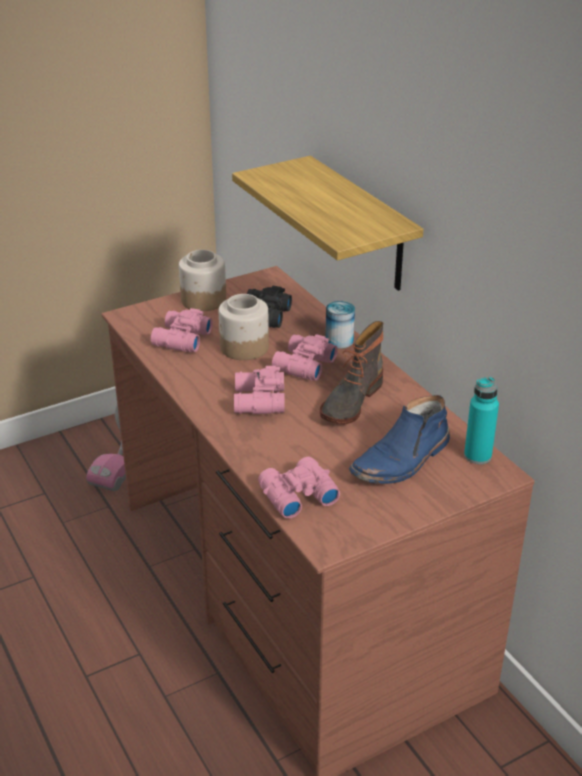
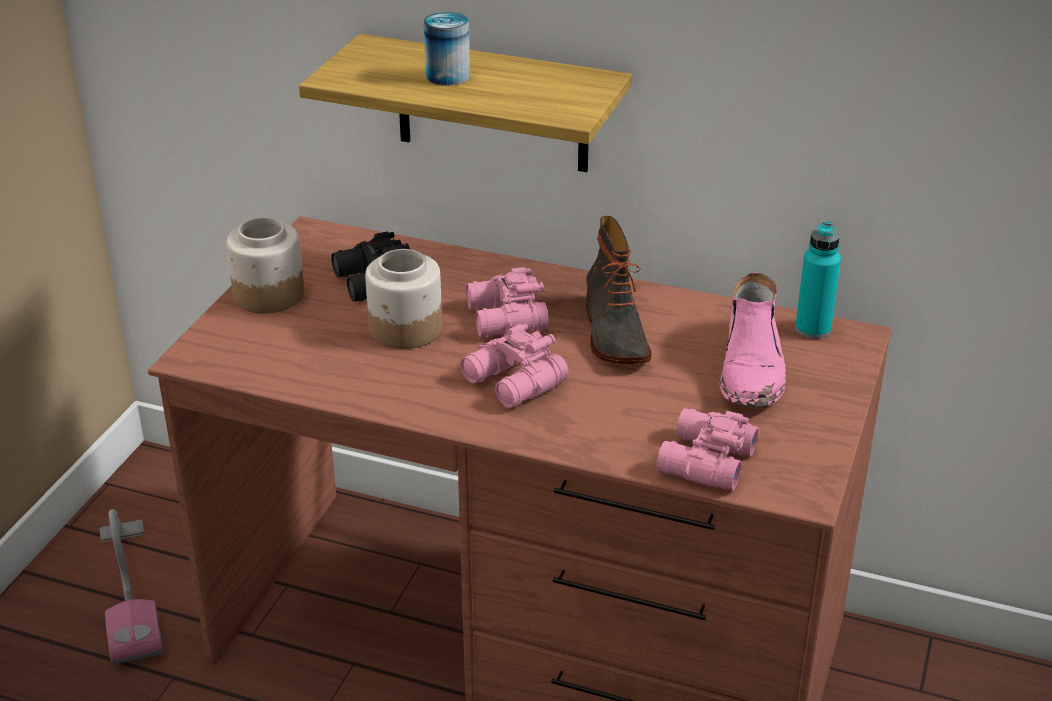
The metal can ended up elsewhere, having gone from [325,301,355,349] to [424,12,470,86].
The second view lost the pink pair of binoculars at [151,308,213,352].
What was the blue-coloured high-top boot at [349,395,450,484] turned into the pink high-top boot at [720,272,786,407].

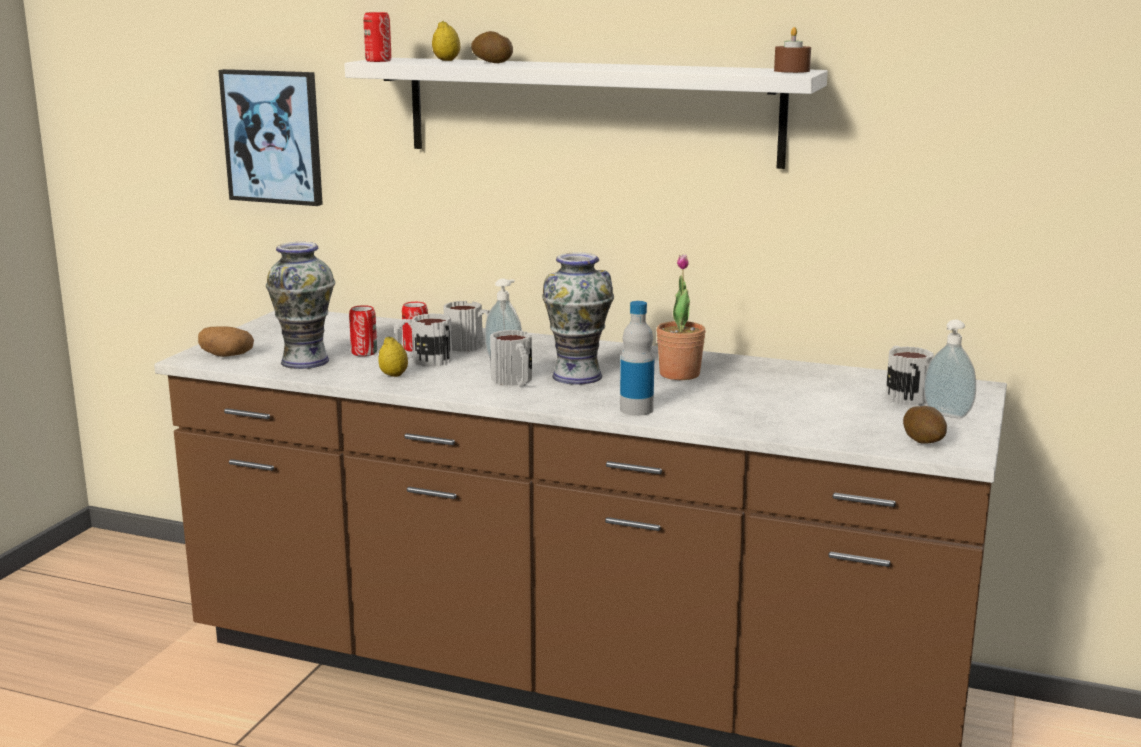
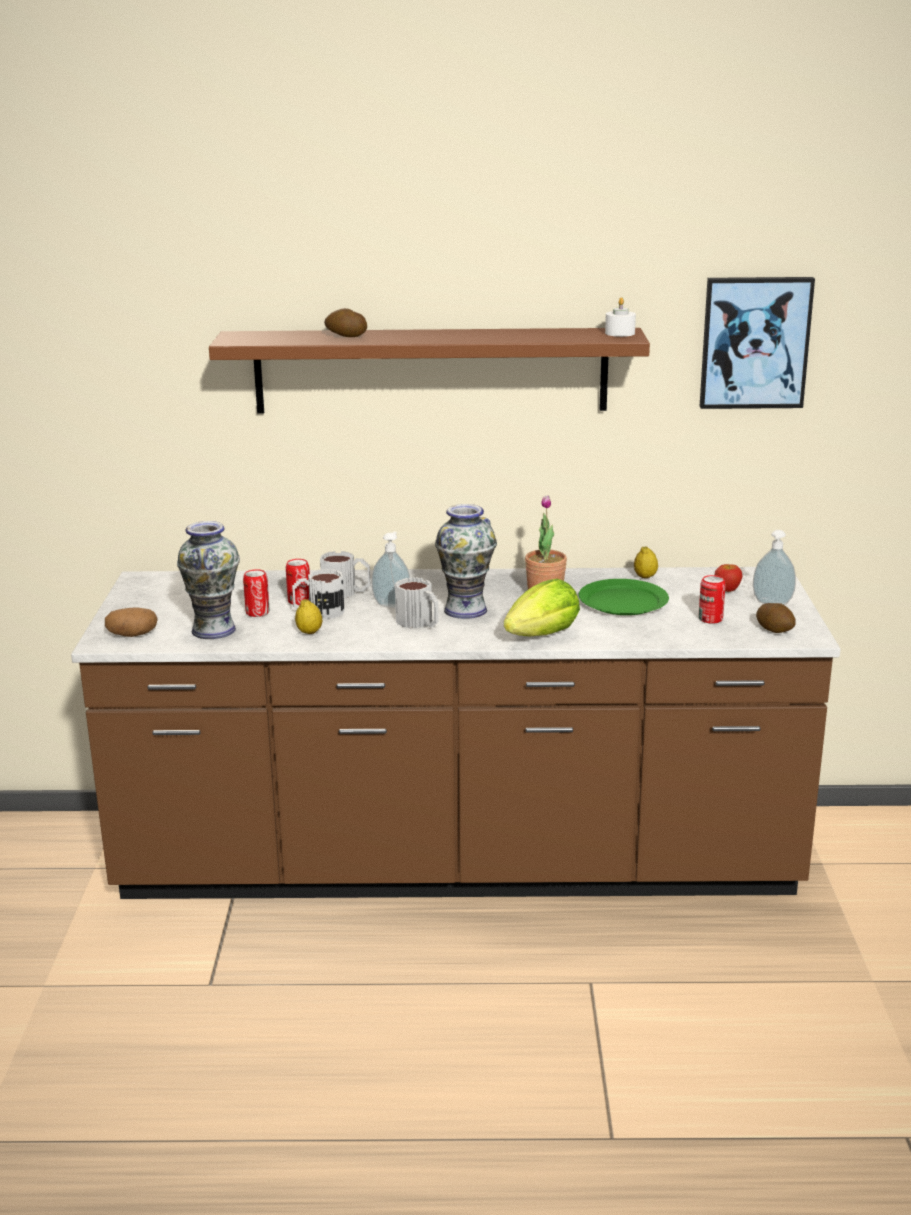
The metal can ended up elsewhere, having gone from [363,12,391,62] to [699,575,726,624].
The lemon ended up elsewhere, having gone from [432,21,460,61] to [634,546,658,578].
What was the brown wax candle at [774,27,811,73] turned into the white-coloured wax candle at [605,297,636,337].
What was the white-coloured bracket shelf at [344,58,828,169] turned into the brown bracket shelf at [209,328,650,414].
The picture ended up elsewhere, having gone from [218,69,323,206] to [700,277,815,409].
Where the beverage bottle stood at [620,301,654,416], the lettuce head came to stand at [504,579,580,637].
Where the tea mug stood at [885,346,934,405], the apple fruit came to stand at [715,564,742,592].
The second view gained the green dinner plate at [578,579,669,615].

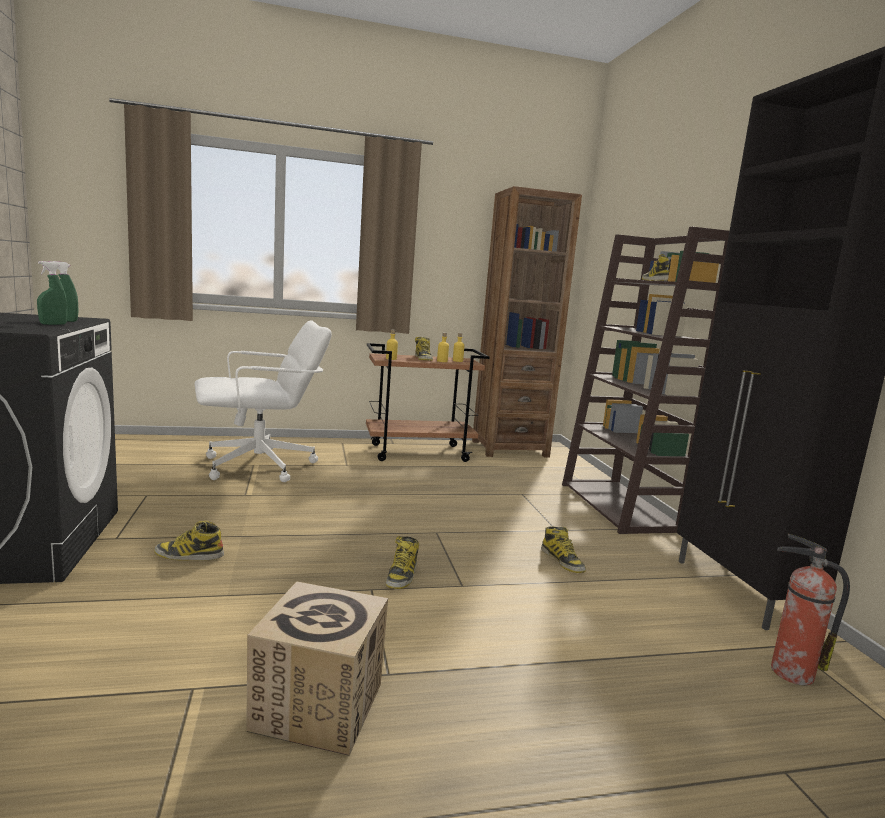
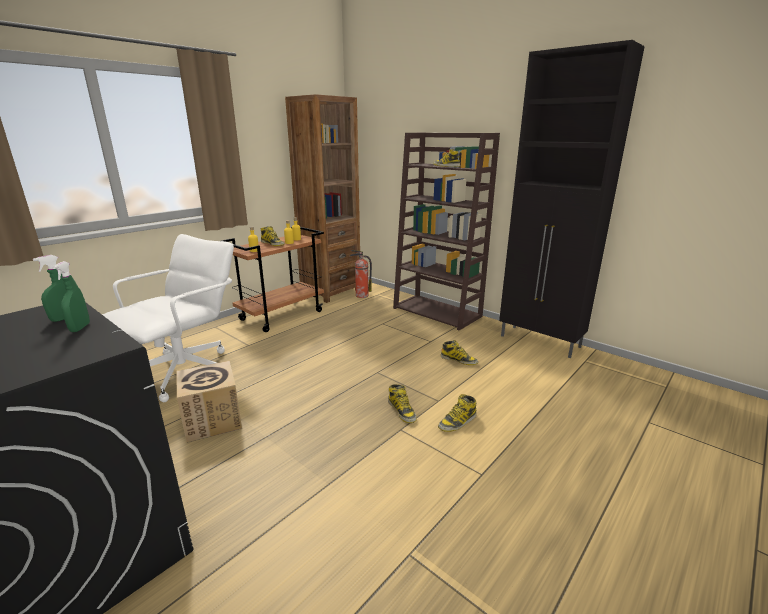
The high-top boot ended up elsewhere, having gone from [154,521,224,560] to [438,394,477,432].
The fire extinguisher ended up elsewhere, having gone from [771,534,850,685] to [349,250,372,298].
The packing box ended up elsewhere, having gone from [246,581,388,756] to [176,361,242,443].

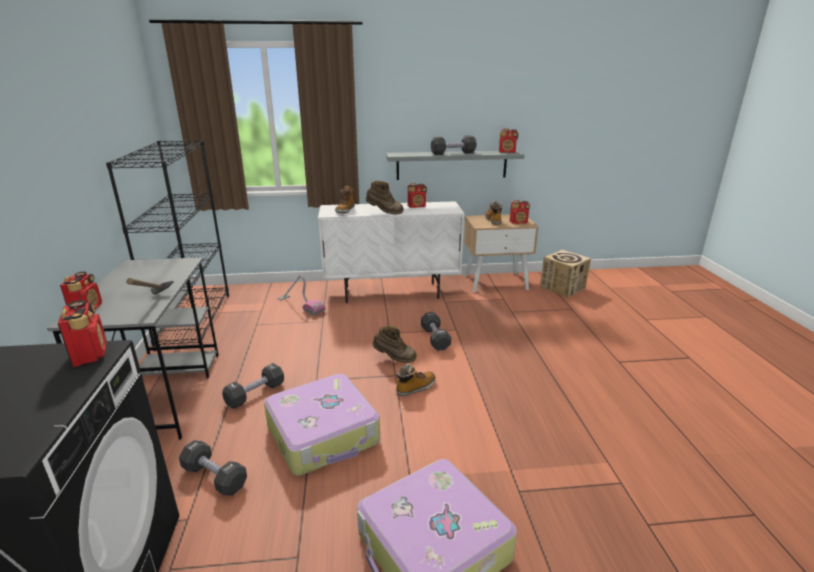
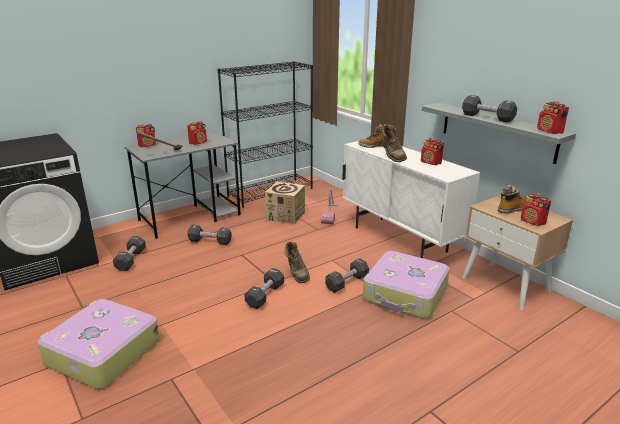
The packing box ended up elsewhere, having gone from [540,250,591,297] to [265,182,305,225].
The radio set ended up elsewhere, having gone from [58,300,107,367] to [187,121,207,145].
Where the high-top boot stood at [396,363,436,396], the black dumbbell came to stand at [244,268,284,309].
The piece of luggage ended up elsewhere, having gone from [264,374,380,476] to [363,251,450,319].

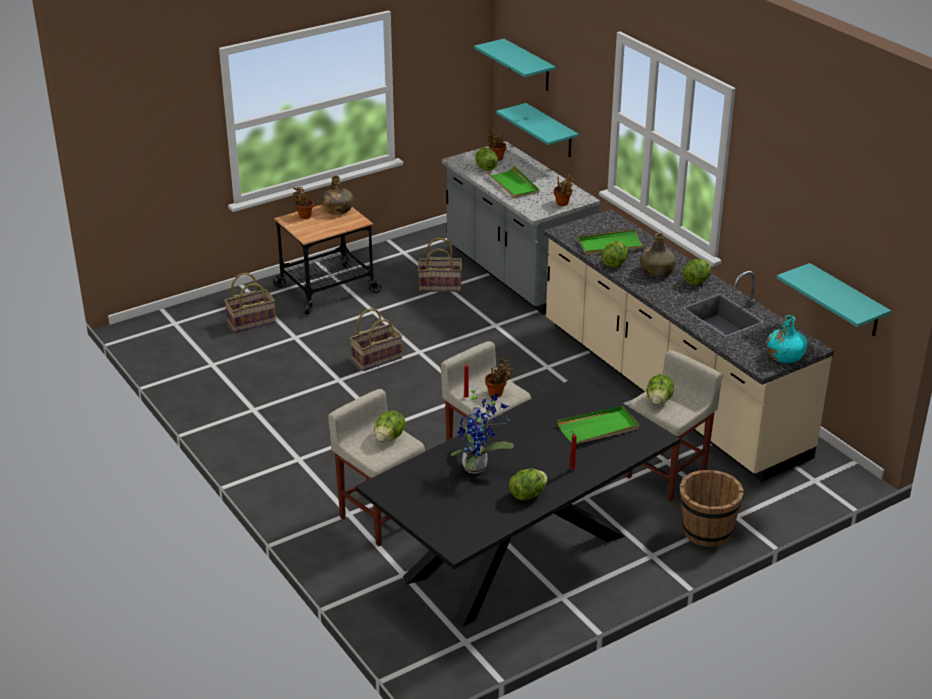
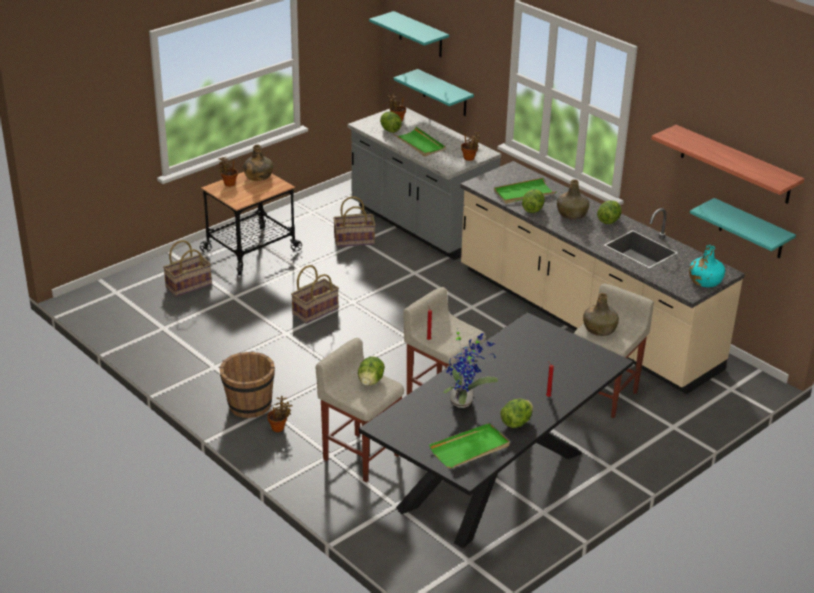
The houseplant ended up elsewhere, having gone from [485,357,513,397] to [267,396,293,432].
Where the lettuce head stood at [647,374,674,405], the green beverage bottle came to stand at [583,293,619,336].
The green carrying tray ended up elsewhere, having gone from [557,406,639,444] to [429,423,510,468].
The brown water bucket ended up elsewhere, having gone from [680,470,744,547] to [220,352,275,418].
The second view gained the bracket shelf at [651,125,805,204].

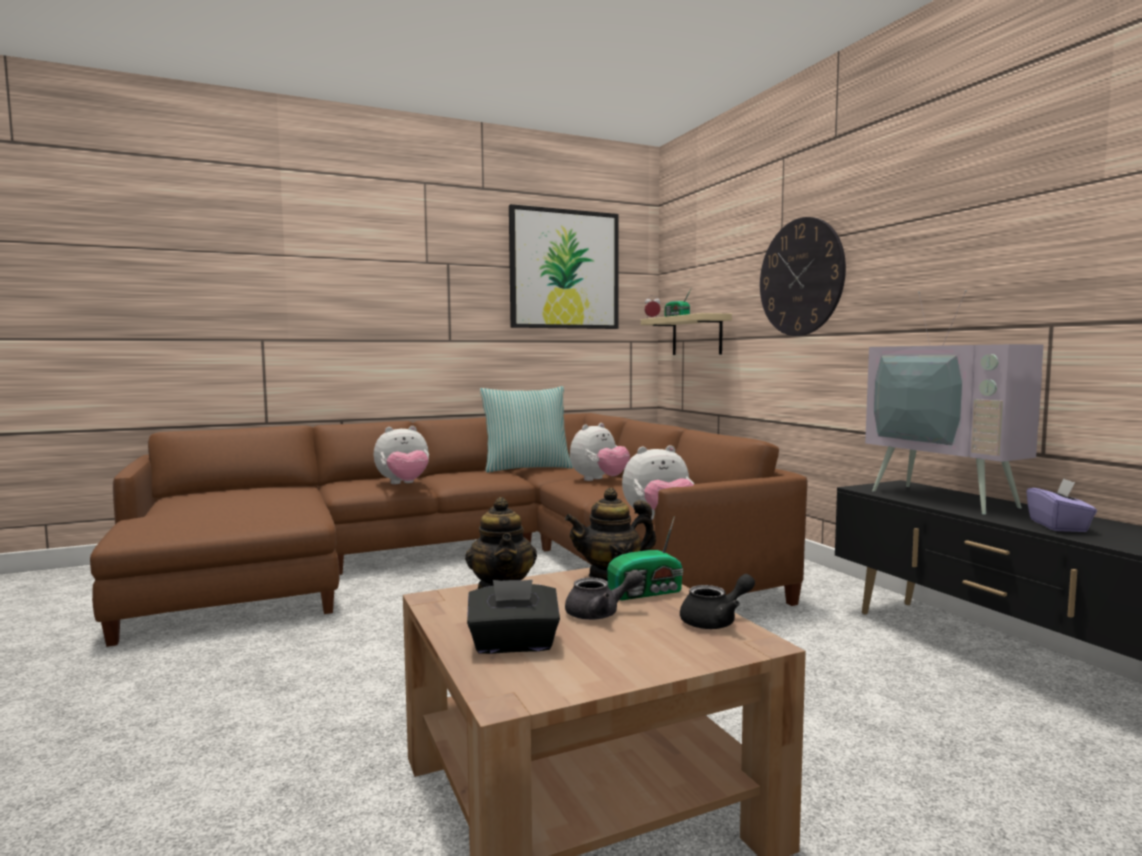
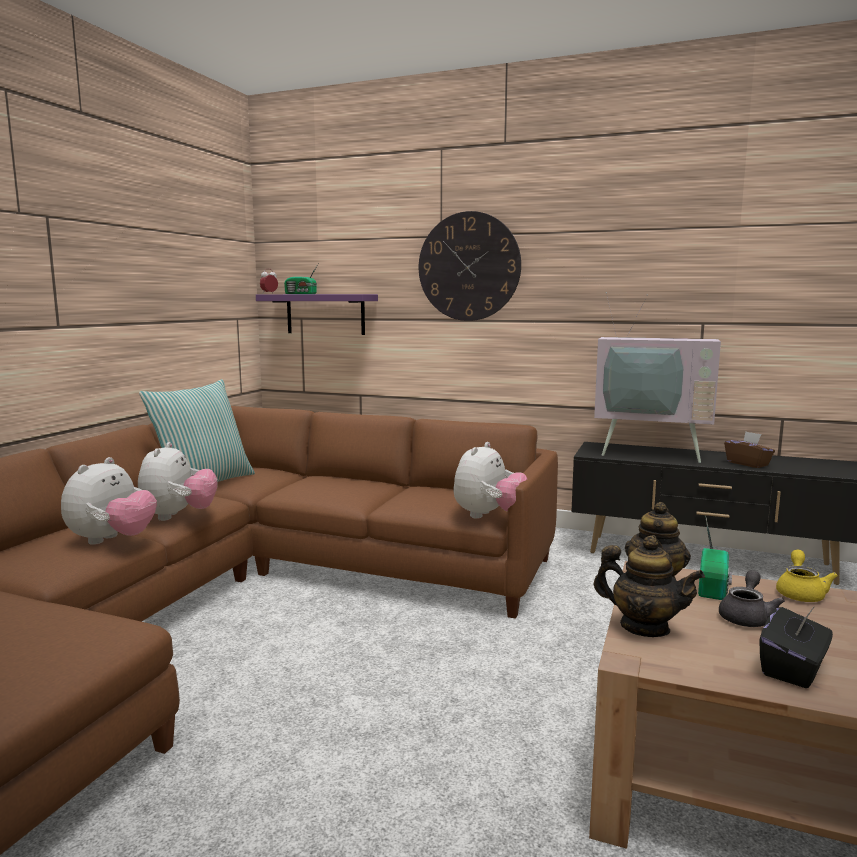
The second view lost the picture at [509,204,619,329].
What was the beige-coloured bracket shelf at [641,313,732,355] turned into the purplish bracket shelf at [256,294,378,335].
The plush toy ended up elsewhere, having gone from [570,423,630,481] to [138,442,218,521].
What was the purplish tissue box at [1026,478,1097,532] turned into the brown tissue box at [724,431,775,468].
What was the black teapot at [680,574,755,629] turned into the yellow teapot at [776,550,838,602].

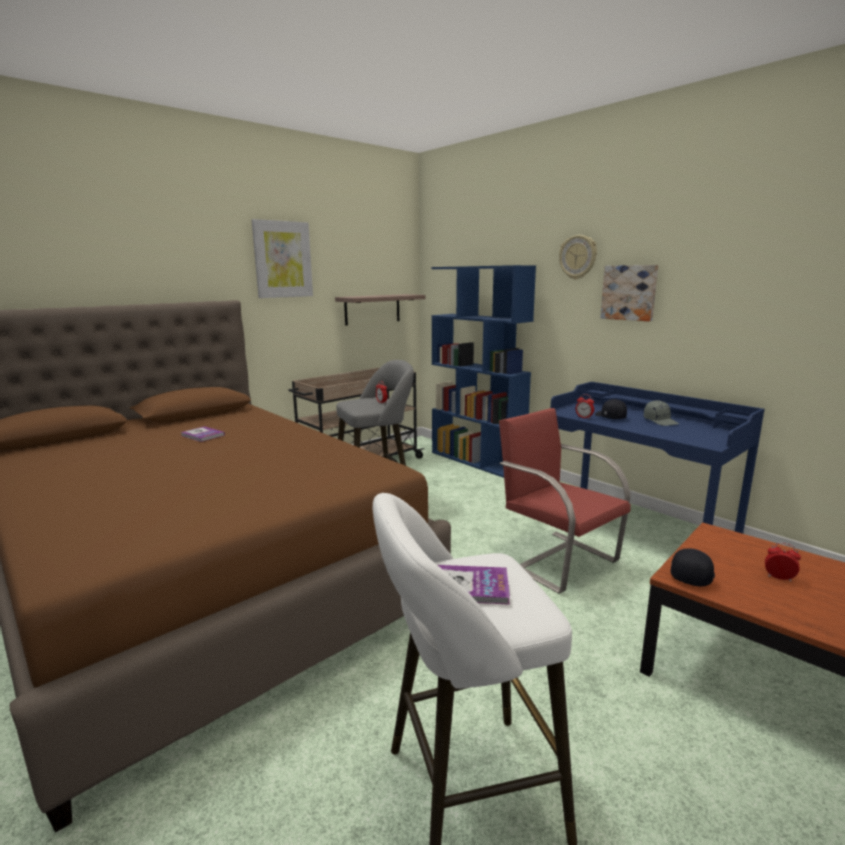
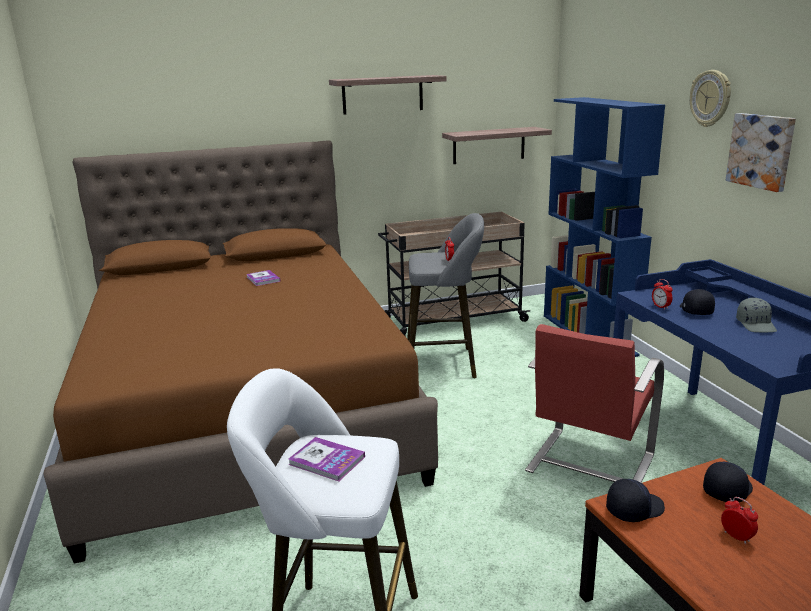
Where the picture hung at [251,219,313,298], the bracket shelf came to hang at [329,75,447,115].
The reddish chair at [499,408,631,594] ended up facing another way, 135 degrees counterclockwise from before.
The second view gained the black peaked cap at [703,462,753,502].

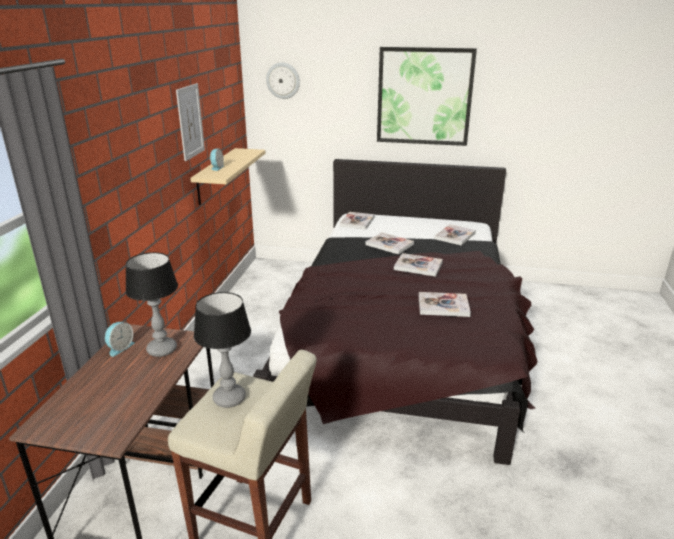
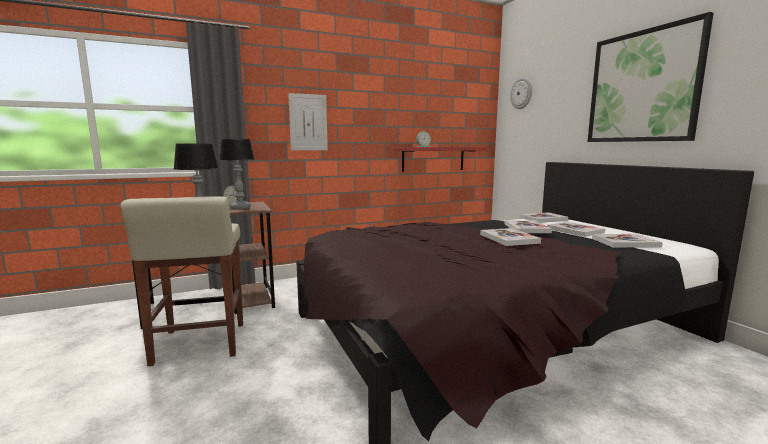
The picture ended up elsewhere, having gone from [176,83,205,161] to [288,93,328,151].
What was the beige-coloured bracket shelf at [190,148,265,205] turned into the reddish bracket shelf at [394,147,487,172].
The bound book ended up elsewhere, having gone from [419,292,471,317] to [547,222,605,237].

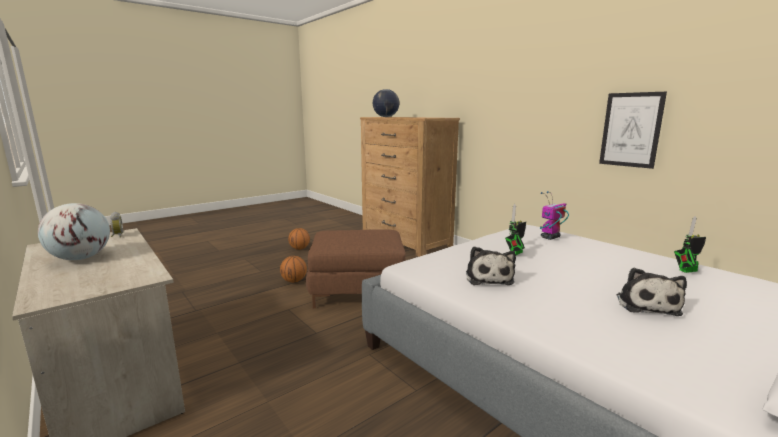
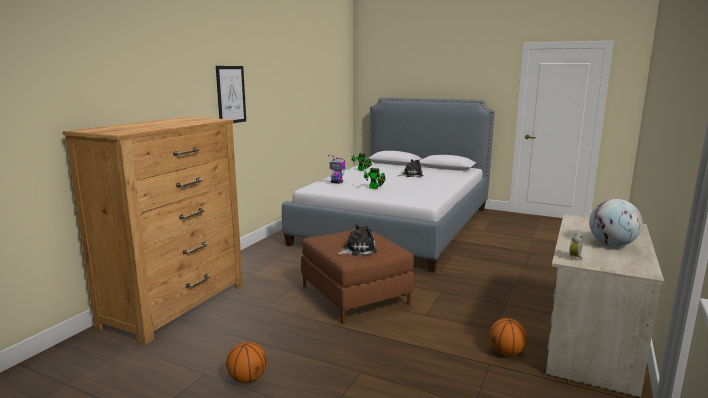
The second view lost the desk globe at [373,89,399,117].
The picture ended up elsewhere, having gone from [599,92,667,169] to [216,66,246,123].
The plush toy ended up elsewhere, having gone from [466,246,516,285] to [337,224,377,256].
The basketball ended up elsewhere, having gone from [280,256,307,283] to [489,318,527,356].

